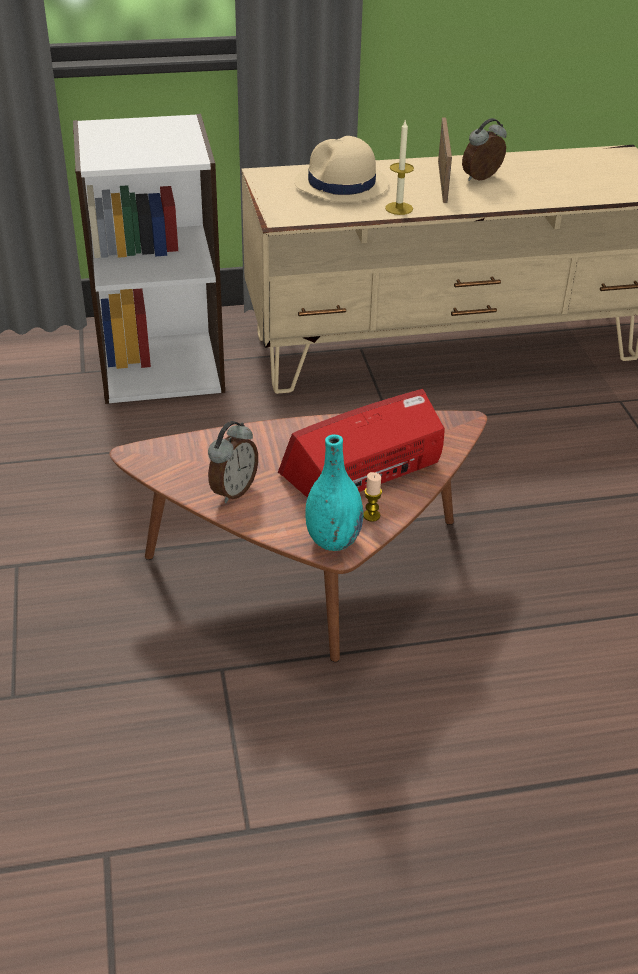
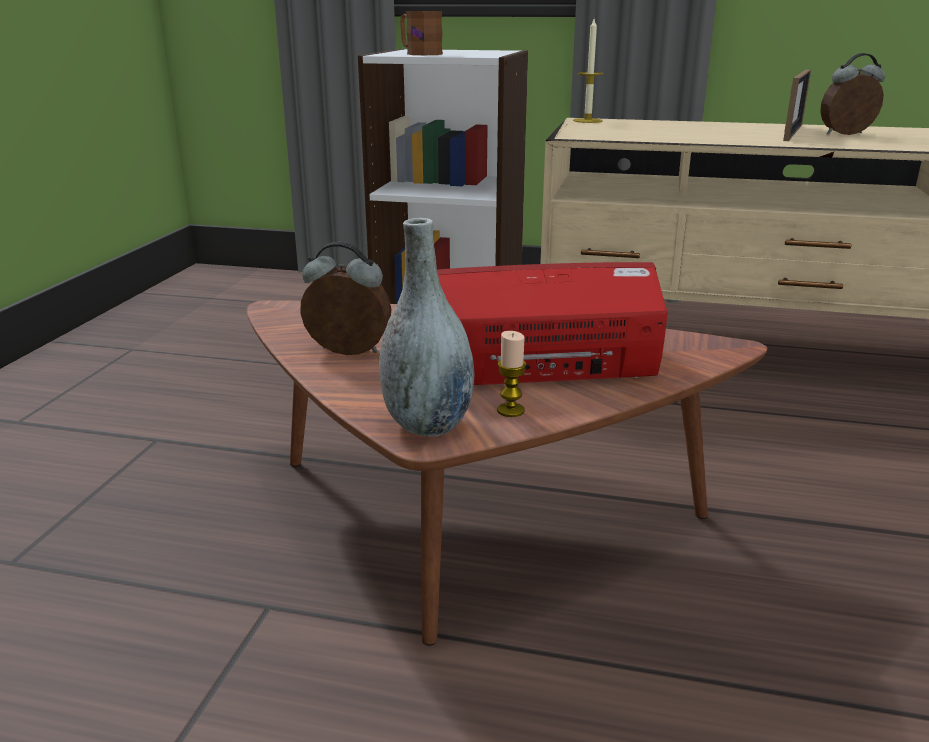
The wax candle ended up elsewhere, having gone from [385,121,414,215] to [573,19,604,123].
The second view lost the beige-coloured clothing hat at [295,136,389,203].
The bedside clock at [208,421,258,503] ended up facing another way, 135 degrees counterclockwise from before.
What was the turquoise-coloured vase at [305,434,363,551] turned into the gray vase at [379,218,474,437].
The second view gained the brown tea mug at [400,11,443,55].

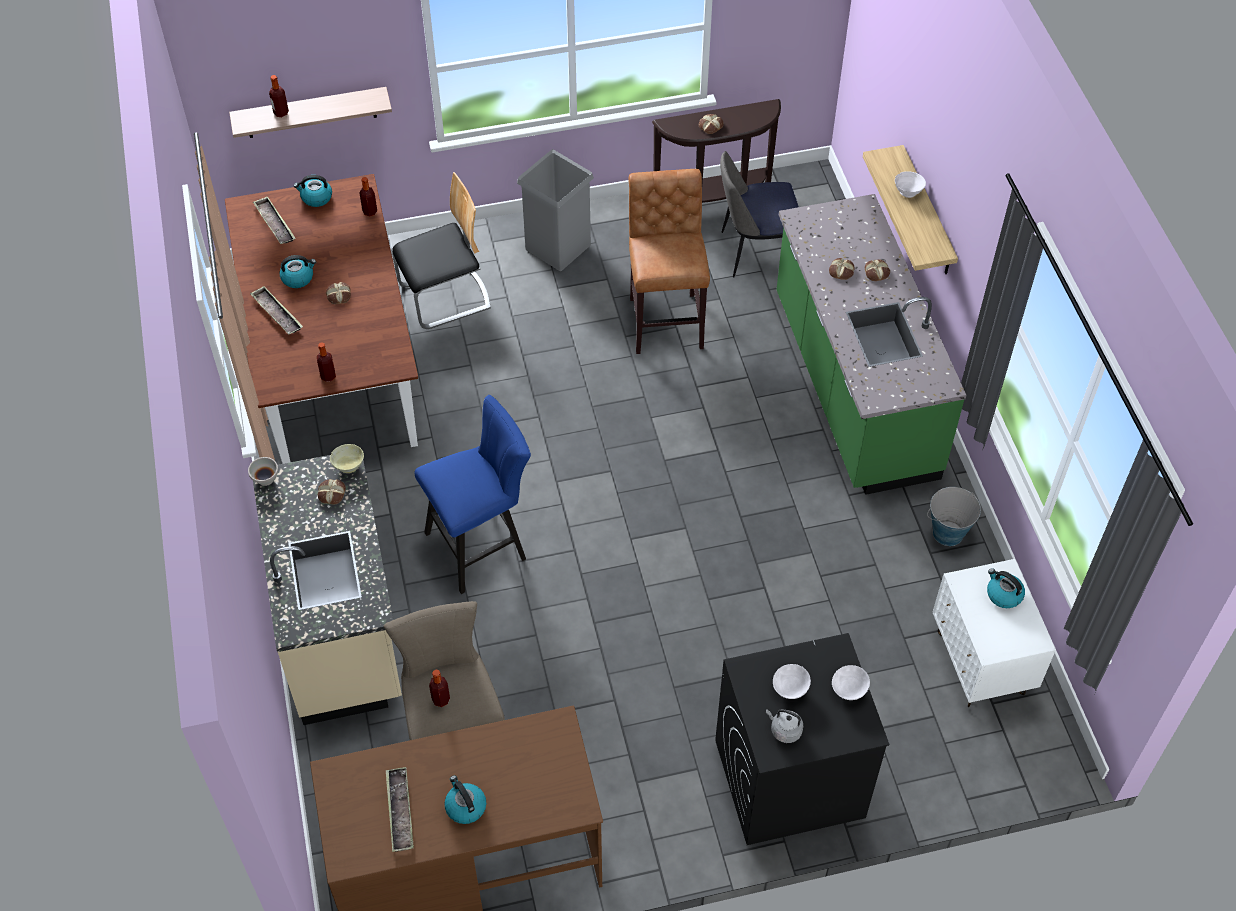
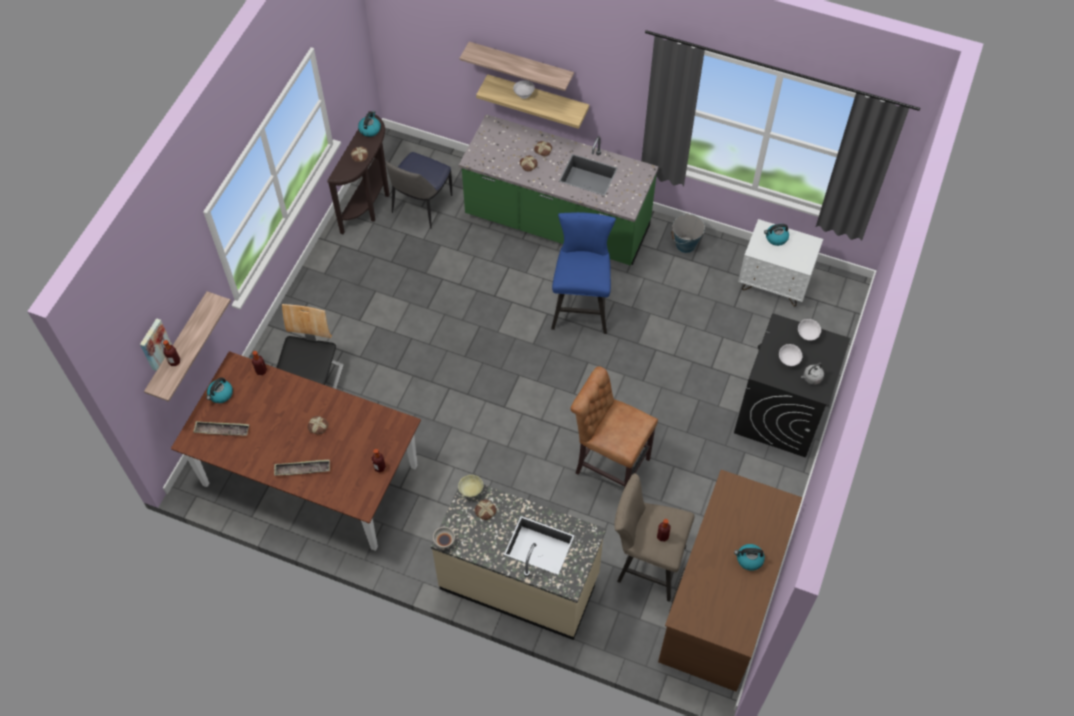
The second view lost the gray waste bin at [517,149,594,271].
The brown stool seat ended up elsewhere, having gone from [628,169,710,354] to [571,366,658,488].
The kettle ended up elsewhere, having gone from [280,255,316,288] to [358,111,381,137].
The blue-coloured stool seat ended up elsewhere, having gone from [414,395,531,594] to [551,212,616,334].
The second view lost the carrying tray at [386,767,414,852].
The second view gained the bracket shelf at [460,42,574,91].
The second view gained the picture at [140,318,172,371].

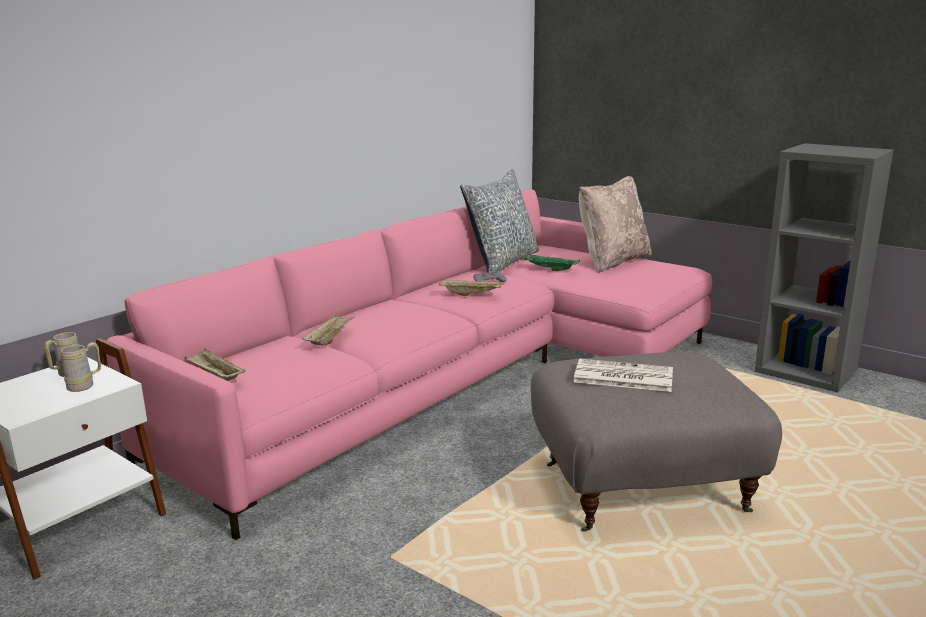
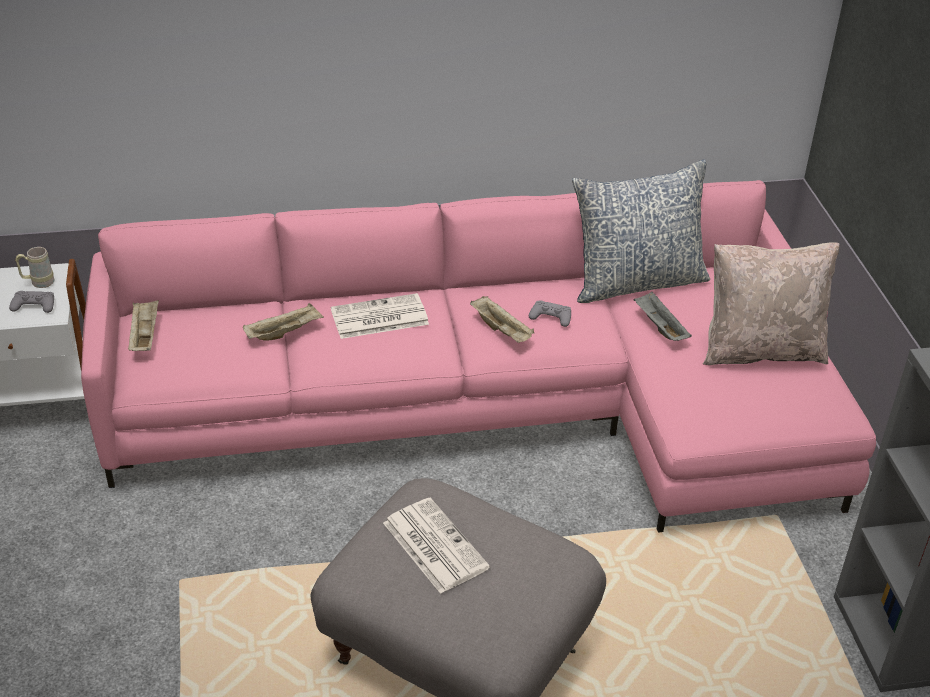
What was the green carrying tray at [524,254,580,271] turned into the gray carrying tray at [634,291,692,341].
Where the beige-coloured tea mug stood at [61,342,101,392], the gray game controller came to stand at [9,291,54,313].
The second view gained the printed paper at [331,293,429,339].

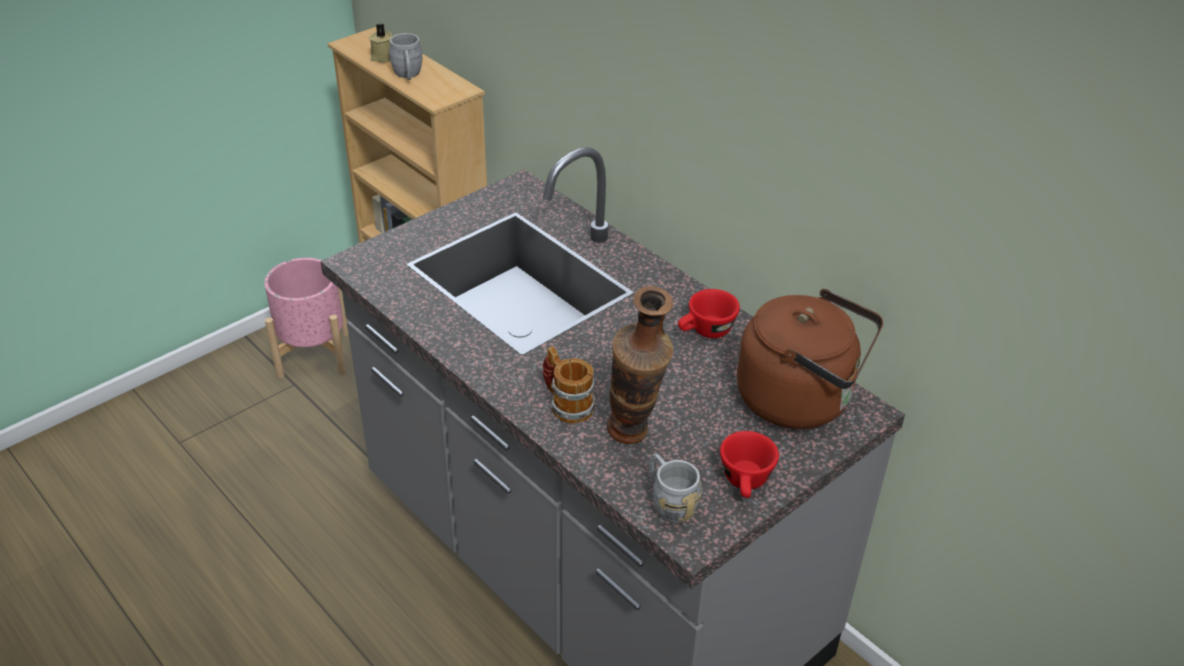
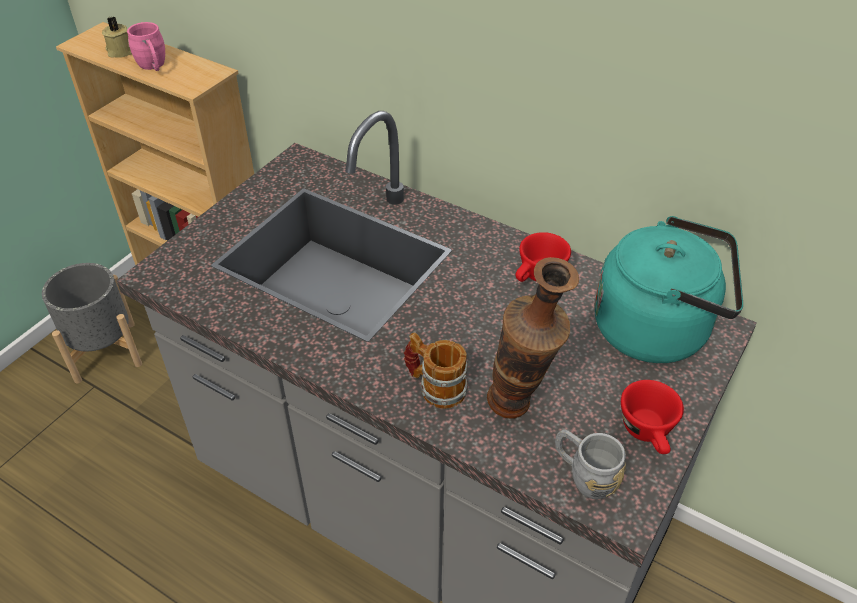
What was the gray tea mug at [389,33,422,80] turned into the pink tea mug at [127,22,165,71].
What was the pink flower pot at [264,258,349,378] turned into the gray flower pot at [42,263,142,384].
What was the brown kettle at [737,289,883,429] turned into the turquoise-coloured kettle at [594,216,743,363].

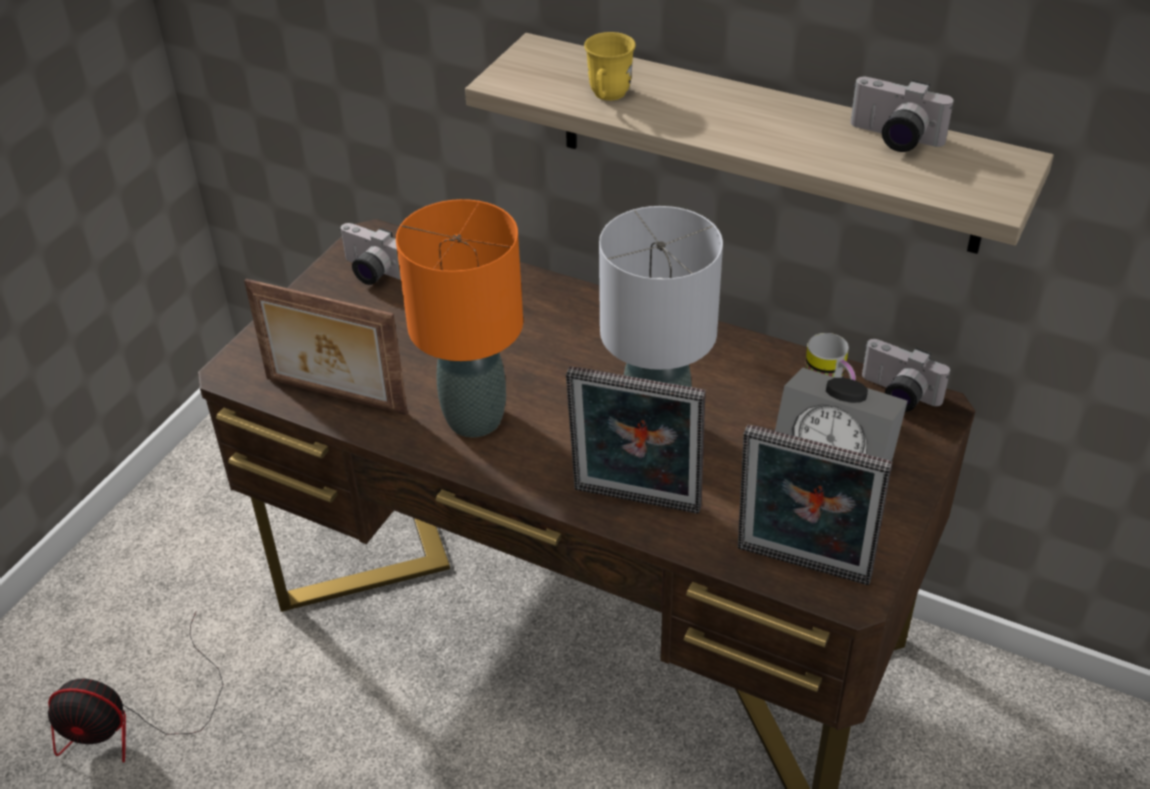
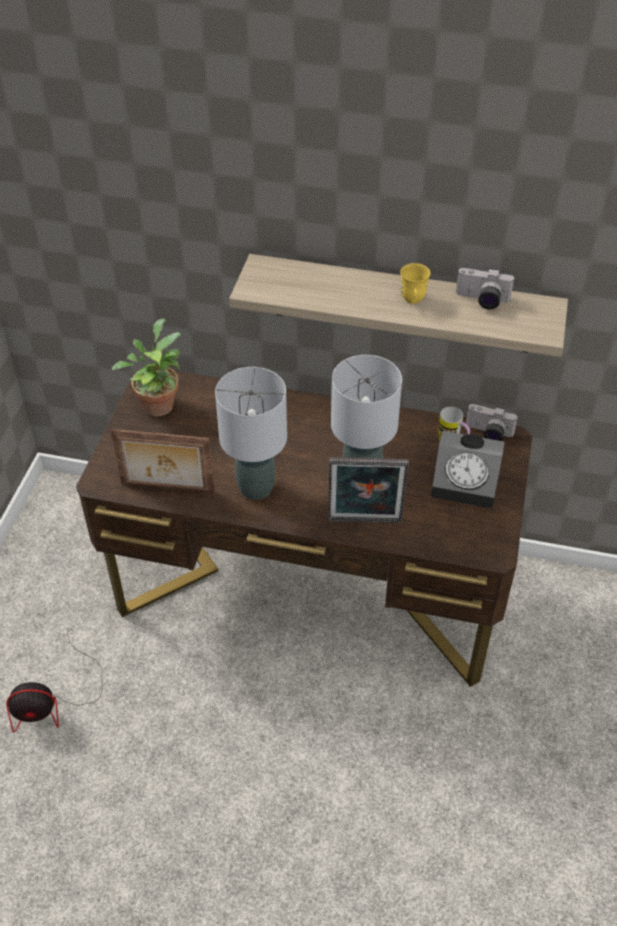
The yellow tea mug ended up elsewhere, having gone from [584,32,636,101] to [400,263,431,304].
What was the orange-coloured lamp for a table at [396,199,523,437] turned into the gray lamp for a table at [215,367,287,500].
Where the photo camera stood at [339,223,401,285], the houseplant came to stand at [112,319,181,417].
The second view lost the photo frame at [738,424,892,585].

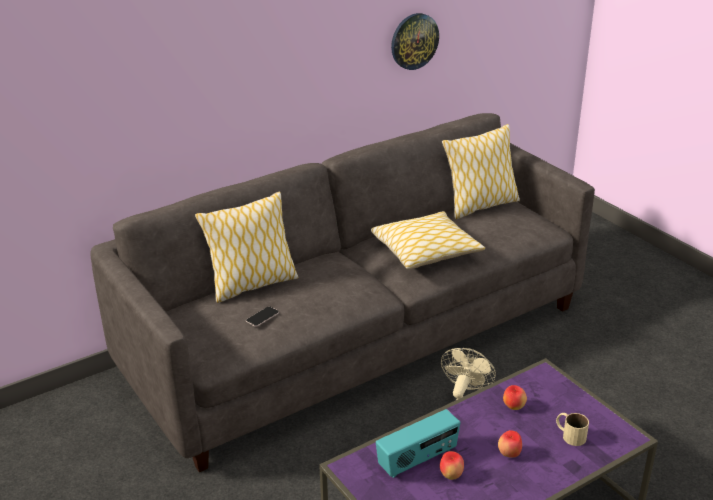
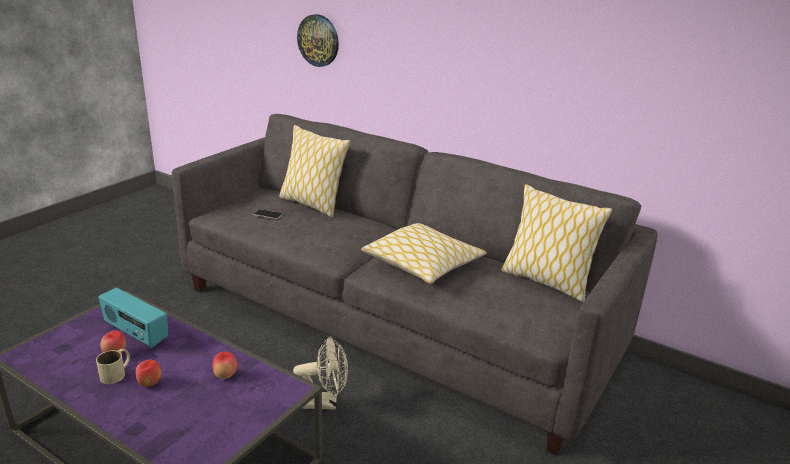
The hanging clock ended up elsewhere, having gone from [391,13,439,70] to [297,14,339,67].
The beige-coloured tea mug ended up elsewhere, having gone from [556,413,589,446] to [96,349,130,384].

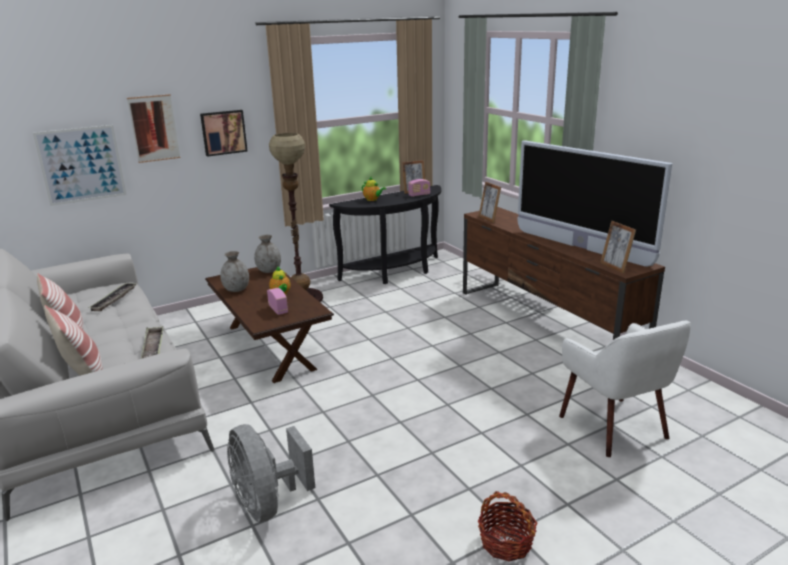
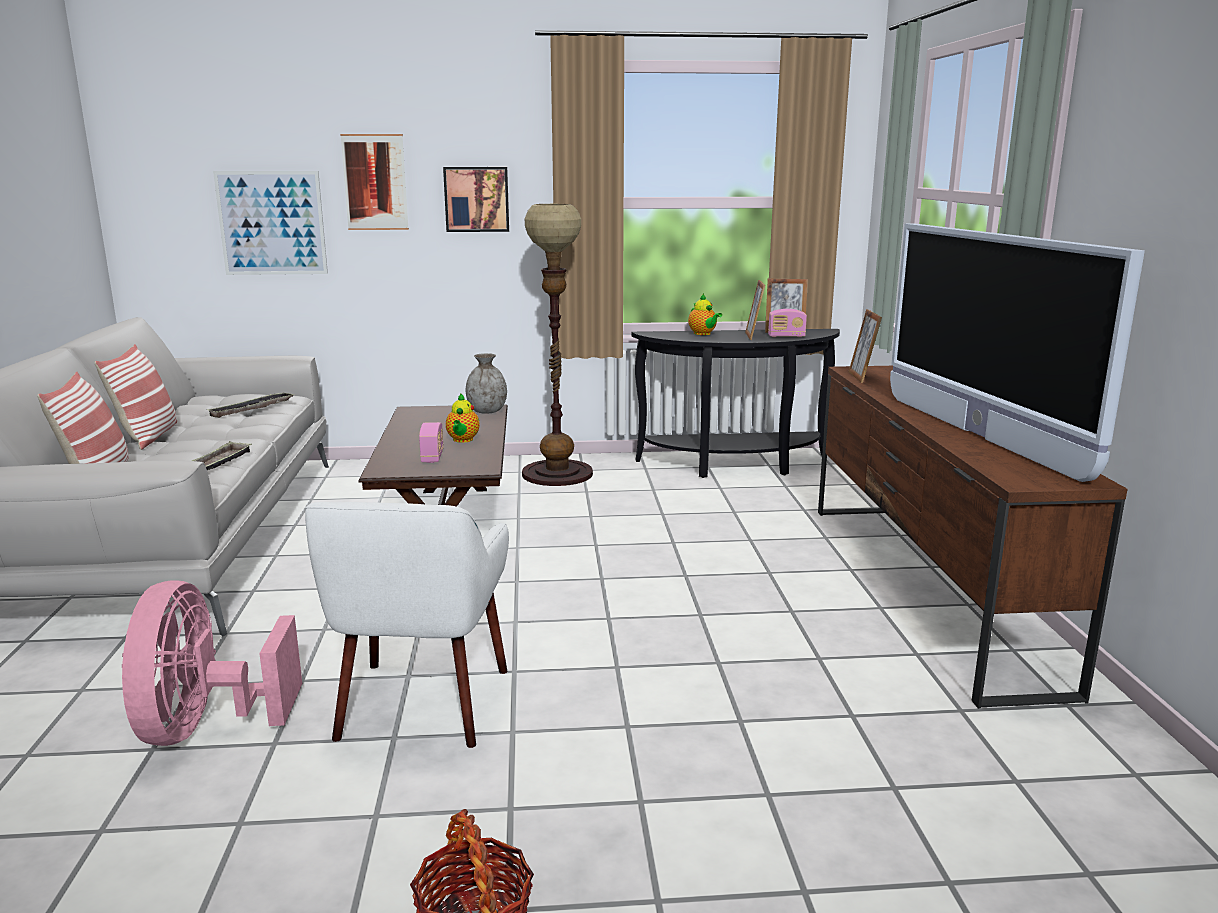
The photo frame ended up elsewhere, having gone from [600,221,636,274] to [745,280,765,340].
The second view lost the gray vase at [220,251,249,292].
The white-coloured lounge chair ended up elsewhere, having gone from [559,321,691,457] to [305,502,509,748].
What was the gray electric fan at [227,424,315,522] turned into the pink electric fan at [122,580,302,746].

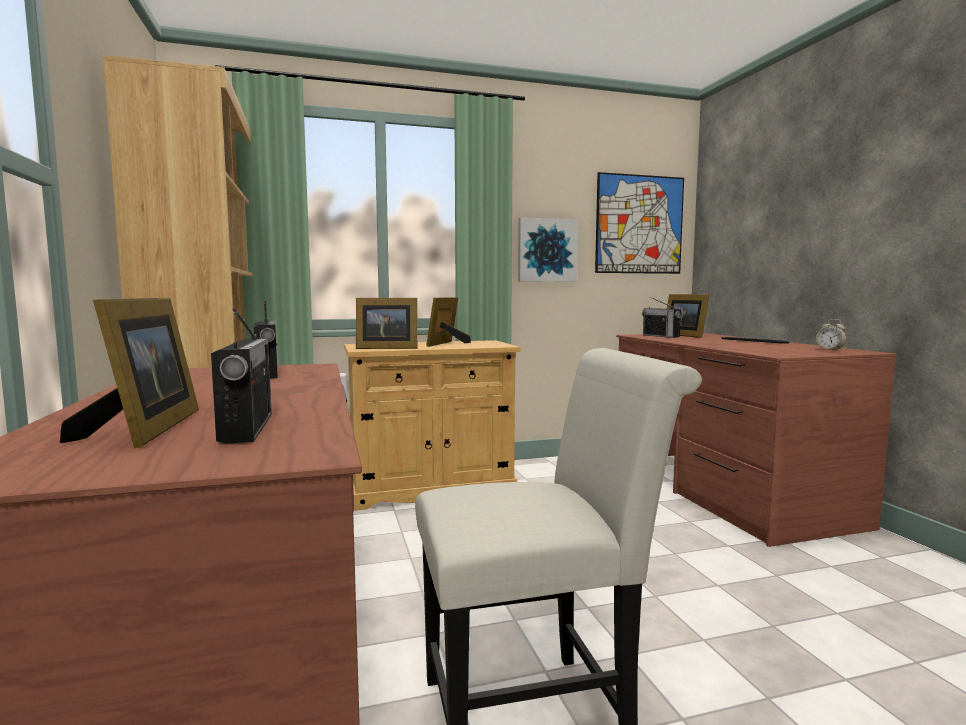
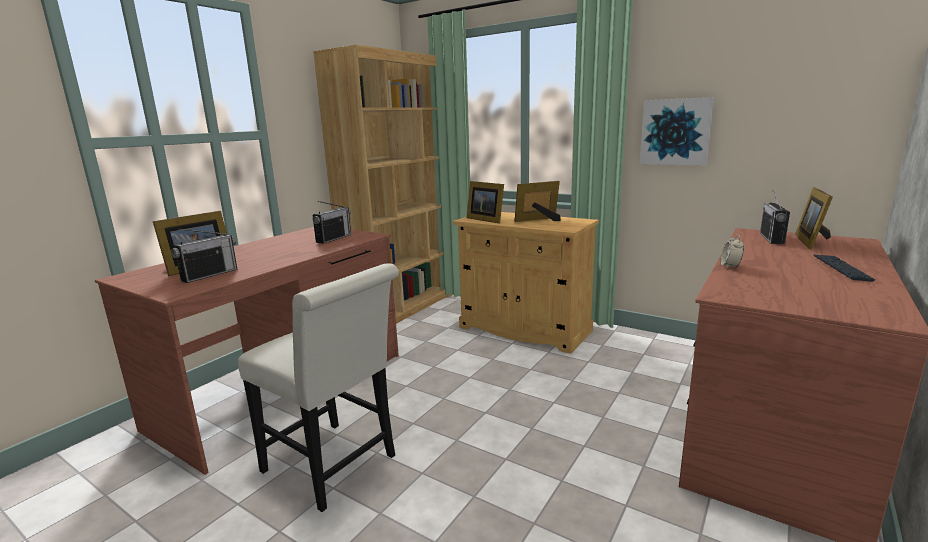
The second view lost the picture at [595,172,684,274].
The bedside clock ended up elsewhere, having gone from [816,319,846,350] to [721,234,744,268].

